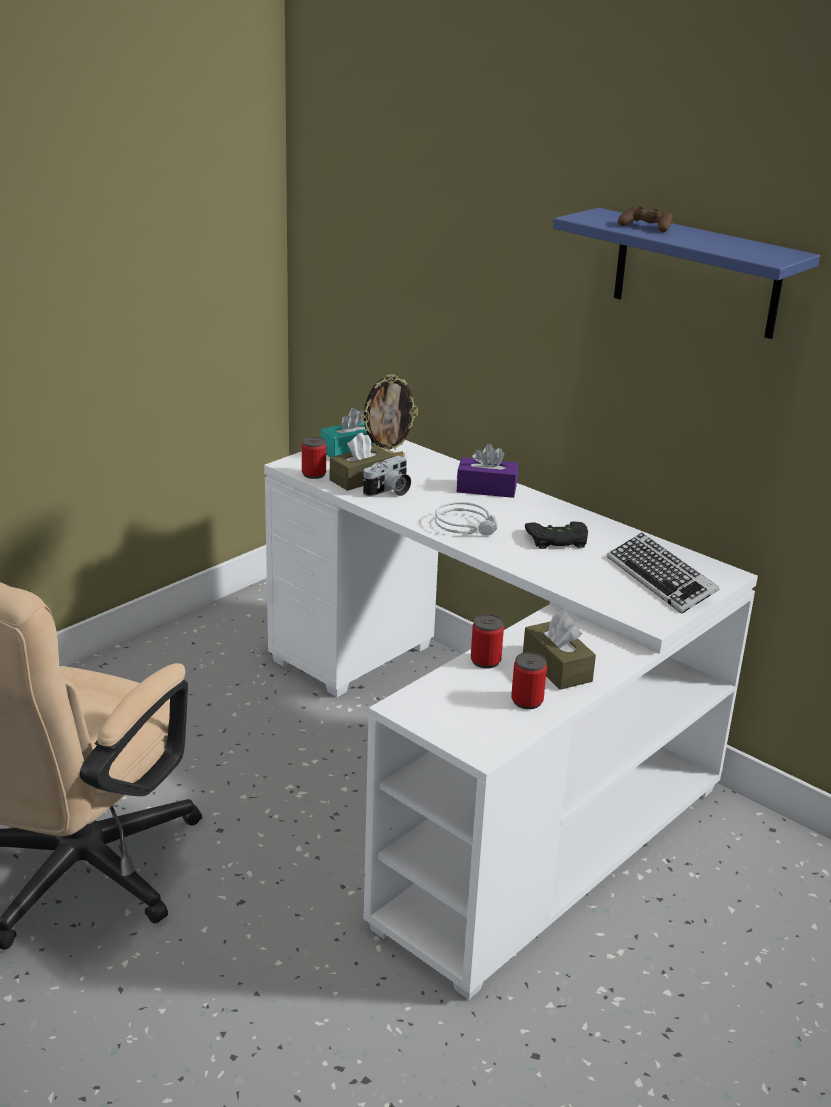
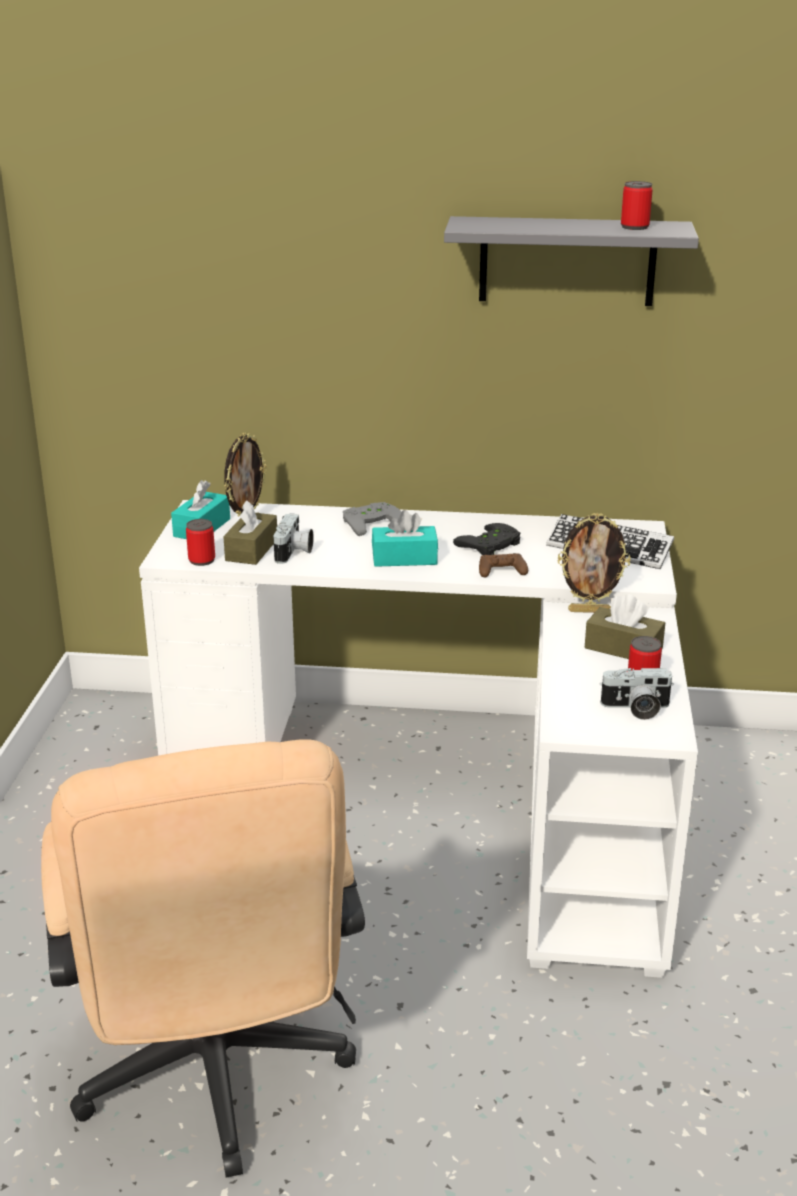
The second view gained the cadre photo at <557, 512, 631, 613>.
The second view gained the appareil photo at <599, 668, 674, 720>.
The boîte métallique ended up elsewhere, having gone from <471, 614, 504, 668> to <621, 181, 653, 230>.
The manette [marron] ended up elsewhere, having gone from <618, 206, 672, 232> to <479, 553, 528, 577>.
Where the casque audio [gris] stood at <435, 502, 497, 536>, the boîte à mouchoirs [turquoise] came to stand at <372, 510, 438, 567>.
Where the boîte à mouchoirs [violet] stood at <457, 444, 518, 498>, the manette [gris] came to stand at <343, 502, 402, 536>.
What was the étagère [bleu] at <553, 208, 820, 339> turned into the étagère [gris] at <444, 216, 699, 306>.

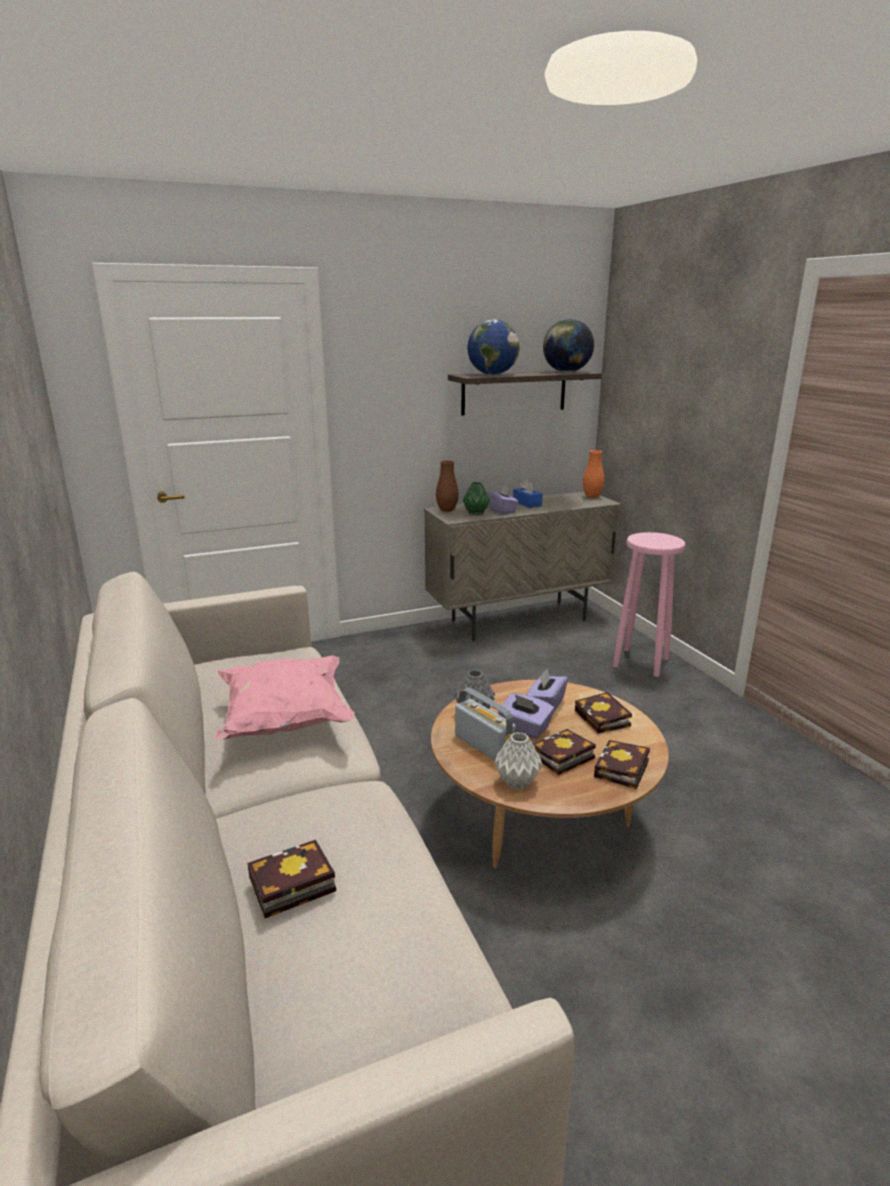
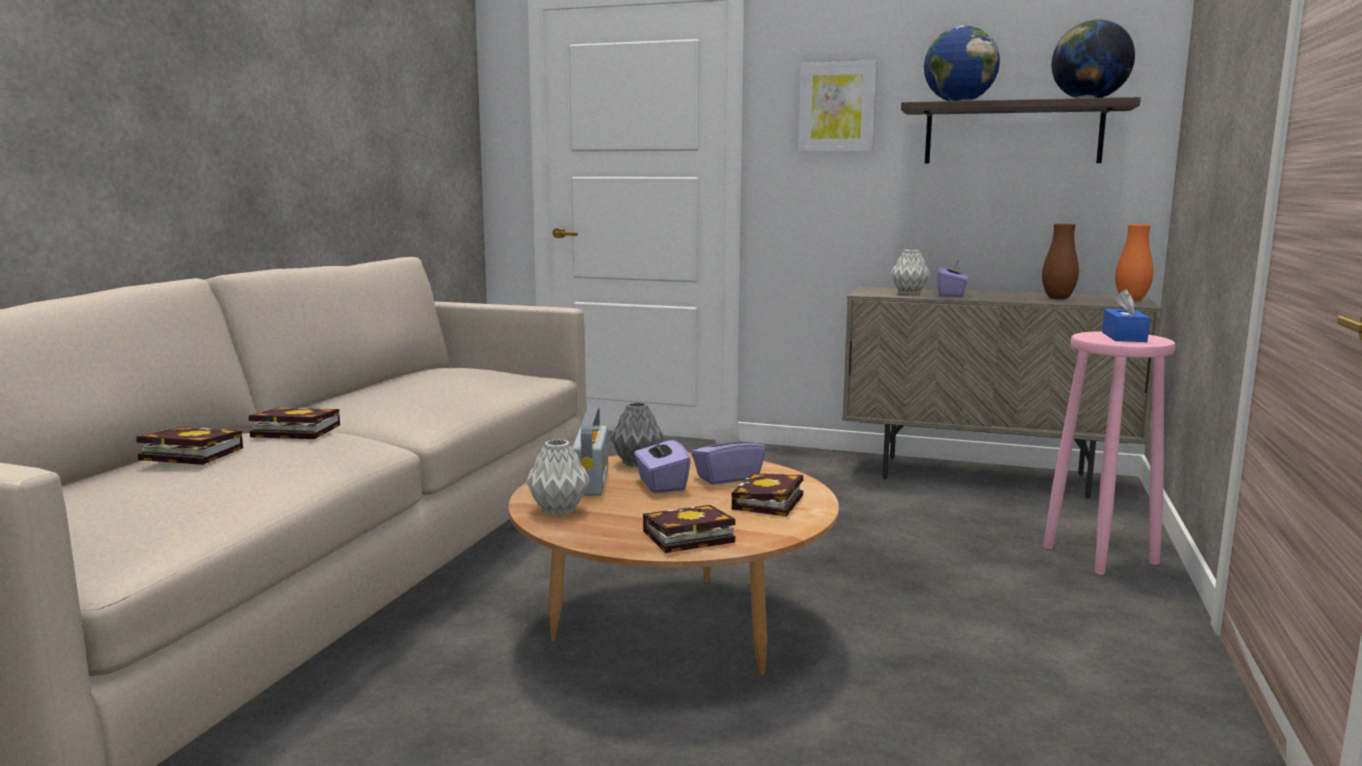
The second view lost the coussin [rose] at <214, 656, 355, 739>.
The second view gained the tableau at <798, 60, 877, 152>.
The vase [marron] ended up elsewhere, having gone from <436, 460, 459, 512> to <1042, 224, 1079, 299>.
The boîte à mouchoirs [bleu] ended up elsewhere, having gone from <513, 479, 543, 508> to <1102, 289, 1150, 342>.
The livre ended up elsewhere, having gone from <532, 729, 596, 775> to <248, 407, 340, 439>.
What was the vase [vert] at <463, 482, 490, 515> turned into the vase [gris] at <891, 249, 931, 295>.

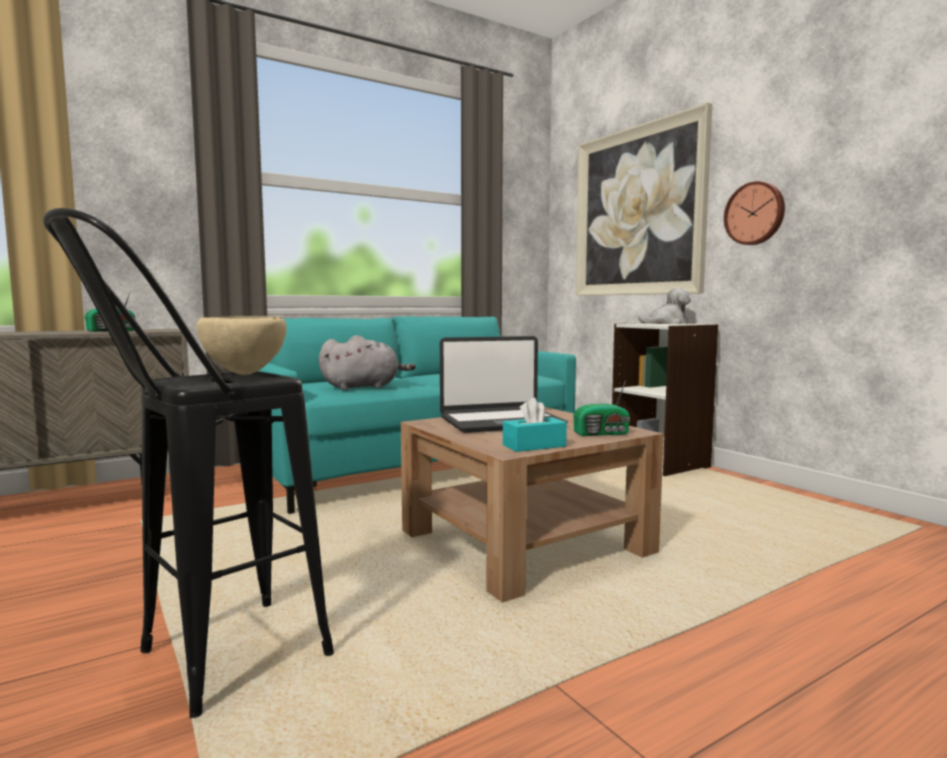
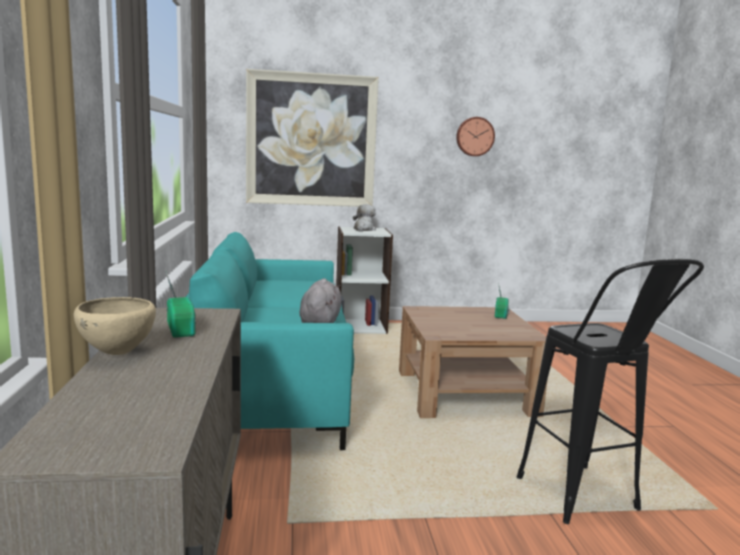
The second view lost the ordinateur portable at <440, 336, 568, 433>.
The second view lost the boîte à mouchoirs [turquoise] at <503, 398, 567, 452>.
The bol [beige] ended up elsewhere, having gone from <196, 316, 287, 375> to <74, 297, 156, 355>.
The horloge murale ended up elsewhere, having gone from <724, 181, 785, 245> to <456, 117, 495, 156>.

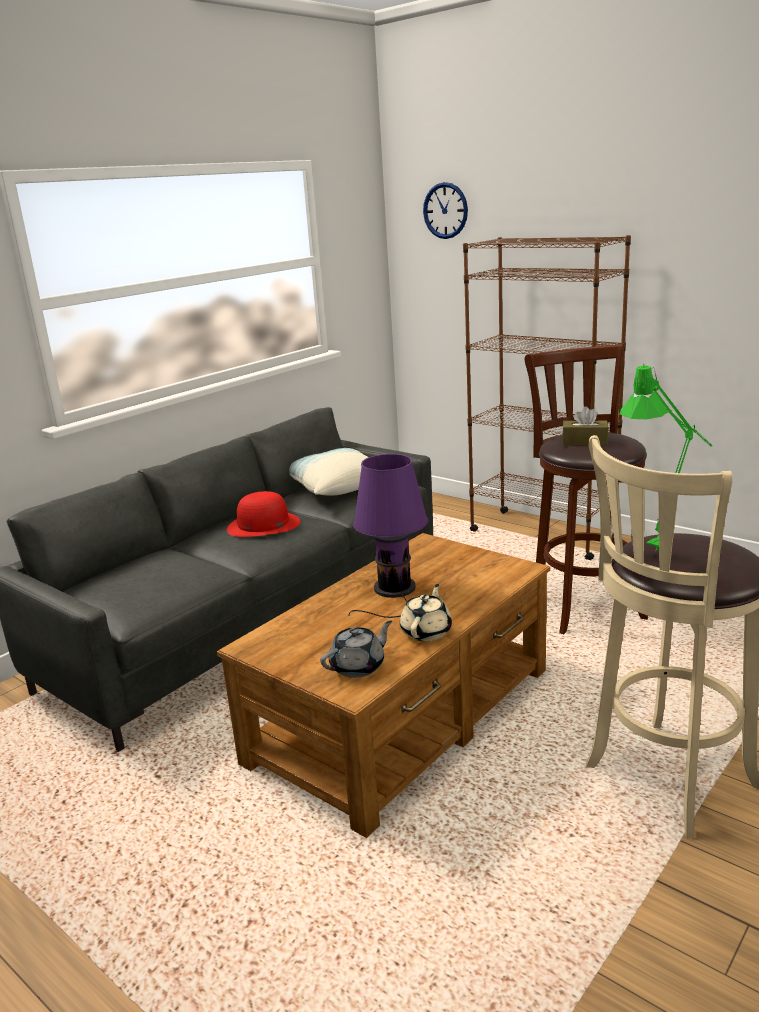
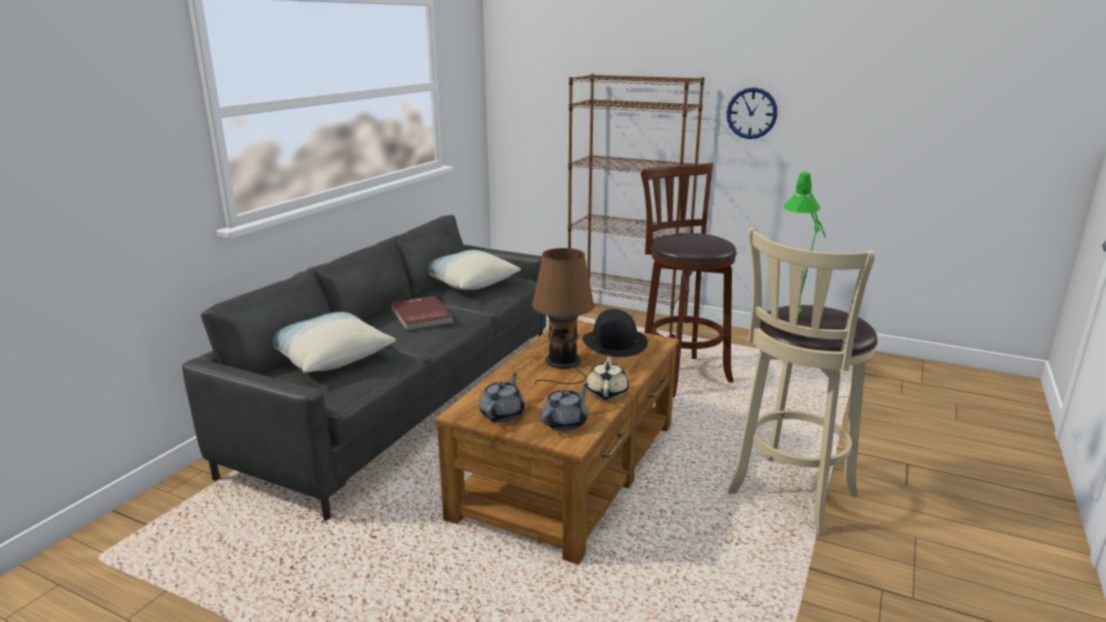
The second view lost the boîte à mouchoirs [marron] at <562, 406, 608, 446>.
The second view gained the coussin at <272, 312, 396, 373>.
The second view gained the théière [gris] at <479, 373, 525, 422>.
The second view gained the chapeau [noir] at <582, 309, 648, 357>.
The horloge murale ended up elsewhere, having gone from <423, 182, 468, 239> to <726, 87, 777, 139>.
Where the chapeau [rouge] stood at <227, 491, 300, 537>, the livre [rouge] came to stand at <391, 296, 454, 331>.
What was the lampe de table [violet] at <348, 454, 428, 618> turned into the lampe de table [marron] at <532, 248, 595, 385>.

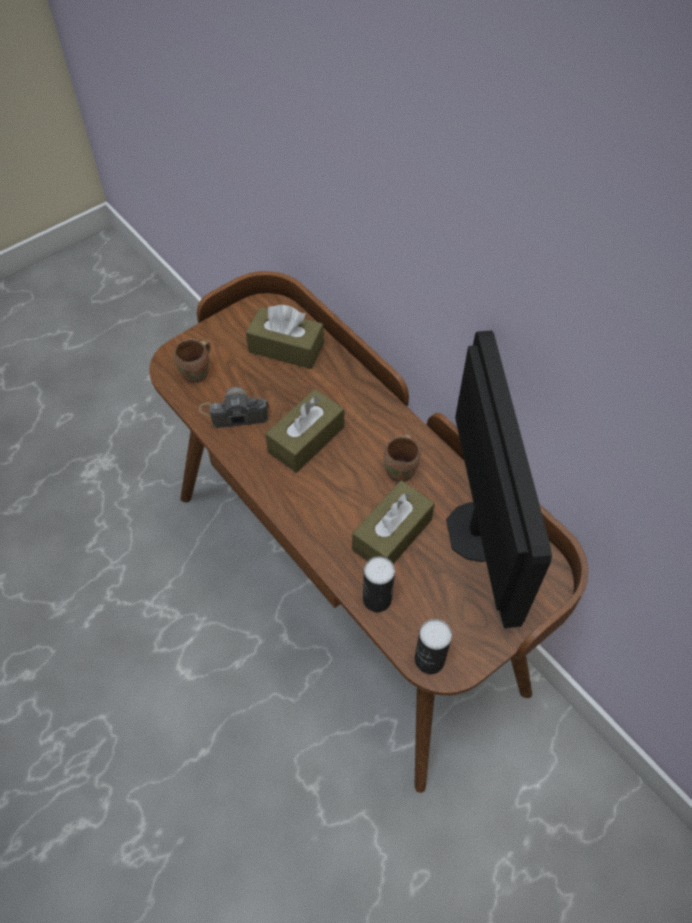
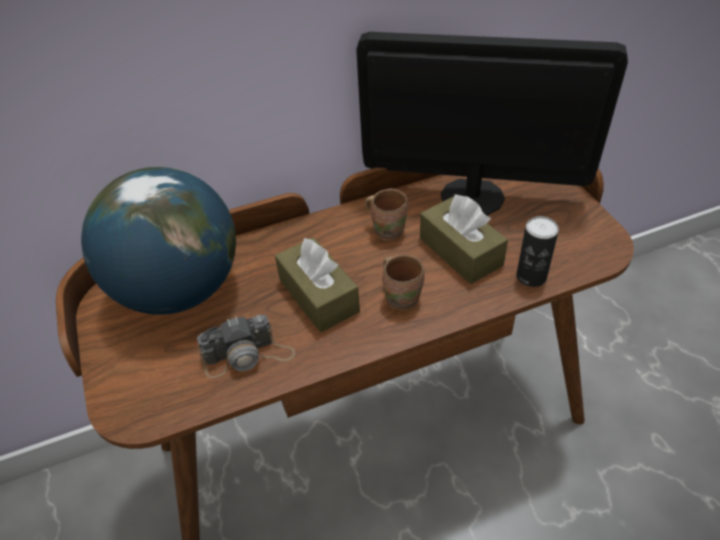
The second view lost the boîte métallique at <415, 619, 452, 674>.
The mug [marron] ended up elsewhere, having gone from <174, 339, 210, 383> to <382, 254, 425, 311>.
Where the boîte à mouchoirs [marron] stood at <246, 305, 324, 369>, the globe came to stand at <81, 167, 236, 315>.
The appareil photo at <199, 387, 269, 428> ended up facing another way, 120 degrees counterclockwise from before.

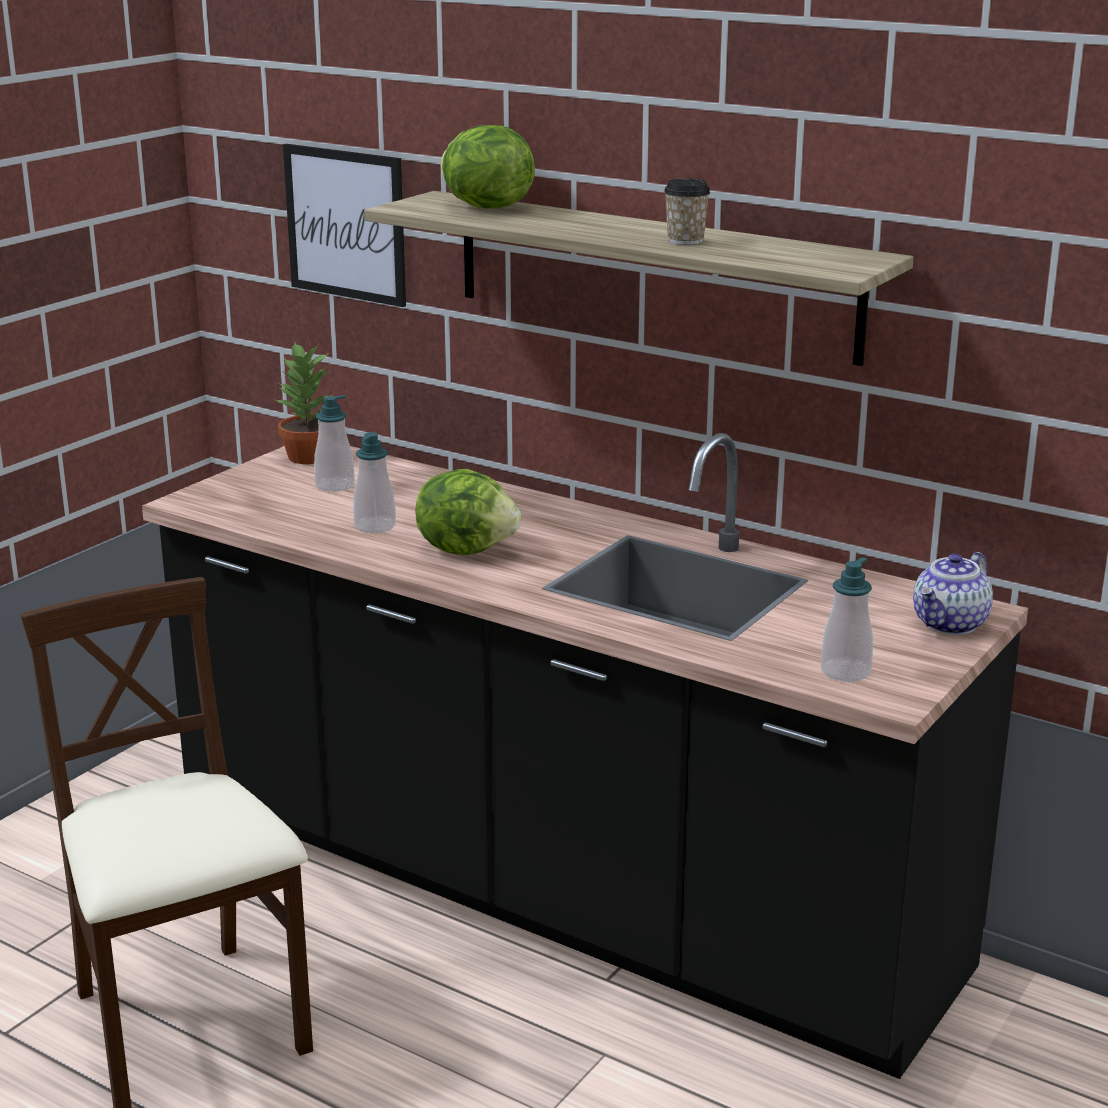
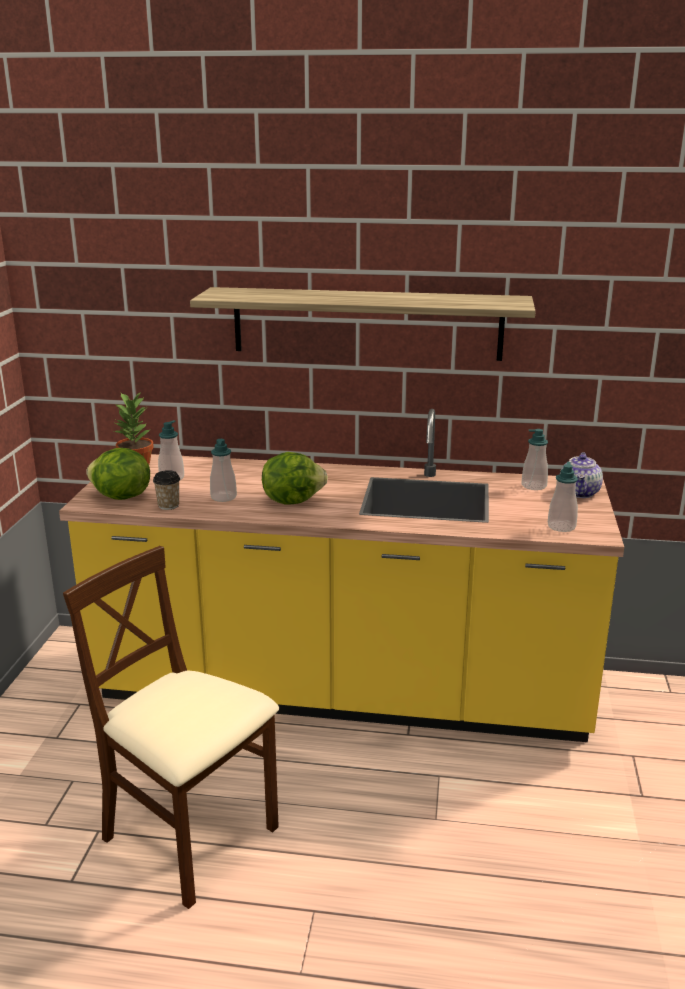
The second view lost the tableau at <283, 144, 406, 307>.
The second view gained the distributeur de savon at <522, 429, 548, 490>.
The laitue ended up elsewhere, having gone from <441, 125, 535, 209> to <86, 448, 150, 500>.
The tasse ended up elsewhere, having gone from <664, 178, 710, 245> to <153, 470, 180, 510>.
What was the comptoir de cuisine [noir] at <142, 433, 1028, 1079> turned into the comptoir de cuisine [jaune] at <59, 409, 624, 742>.

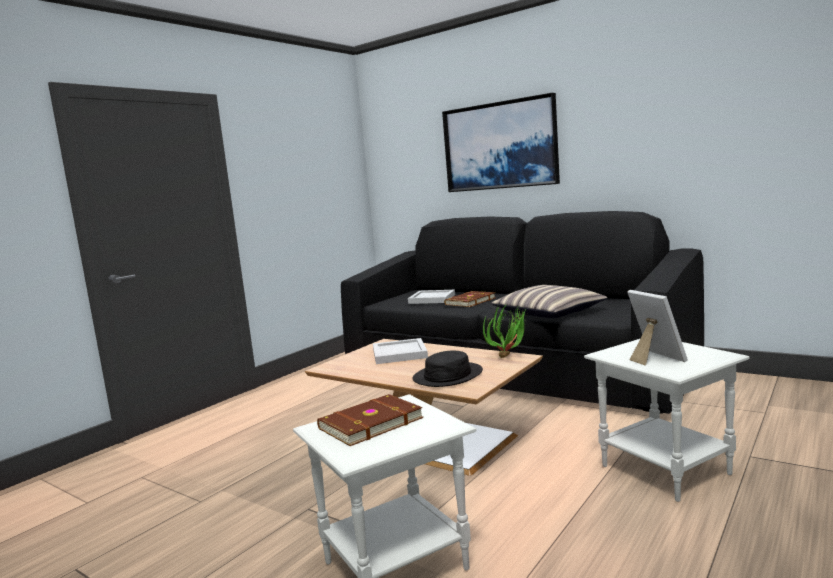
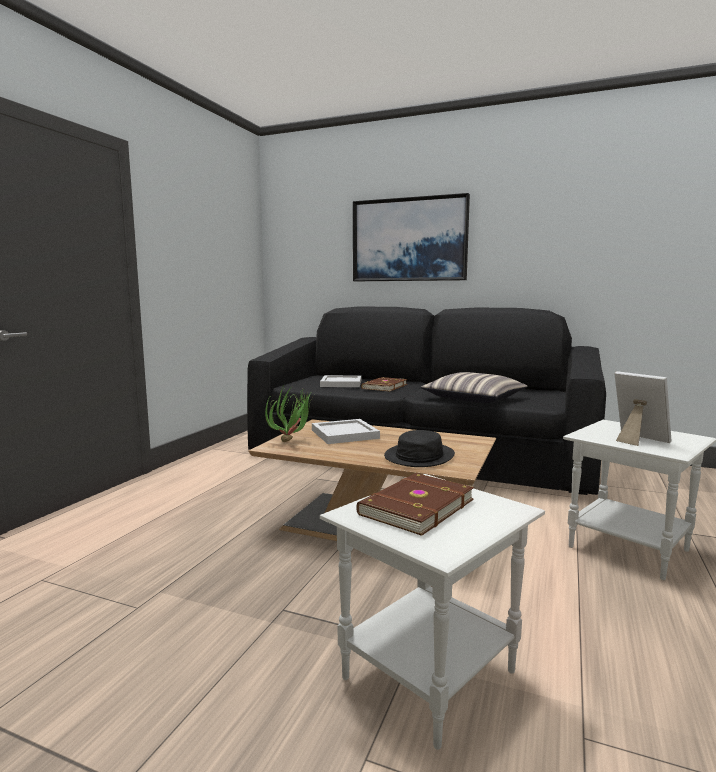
The plante en pot ended up elsewhere, having gone from <483, 302, 526, 358> to <265, 384, 314, 442>.

